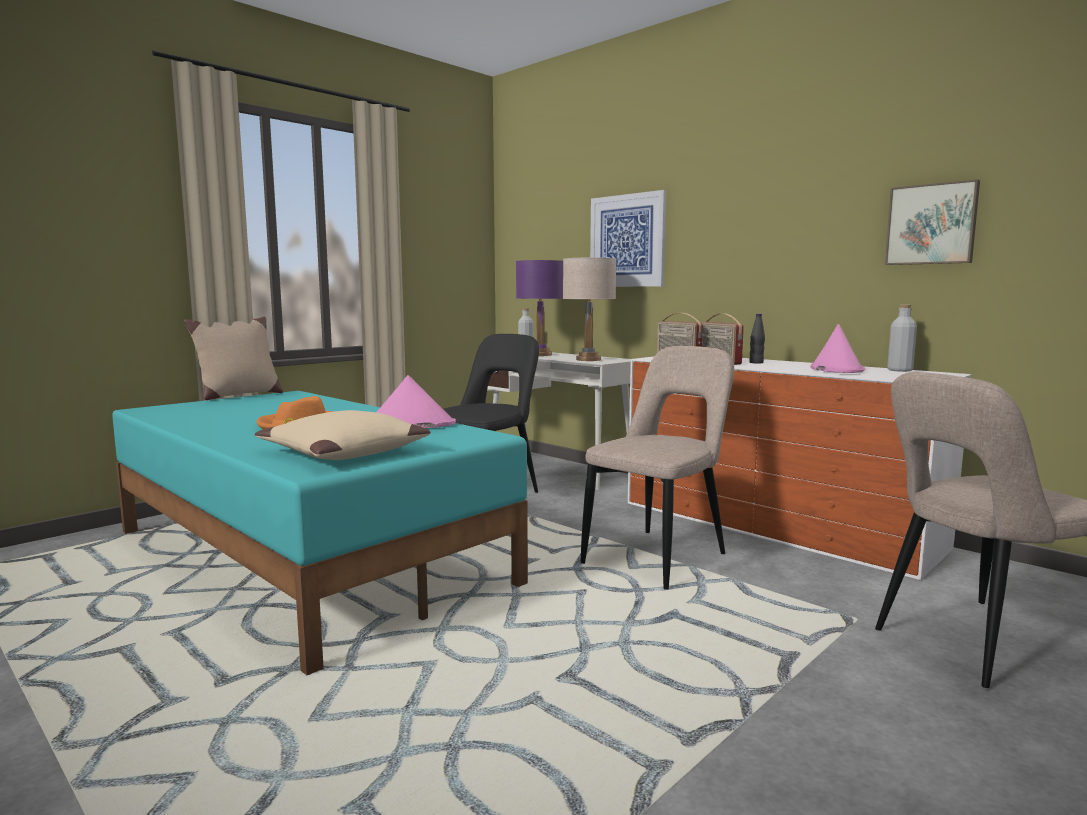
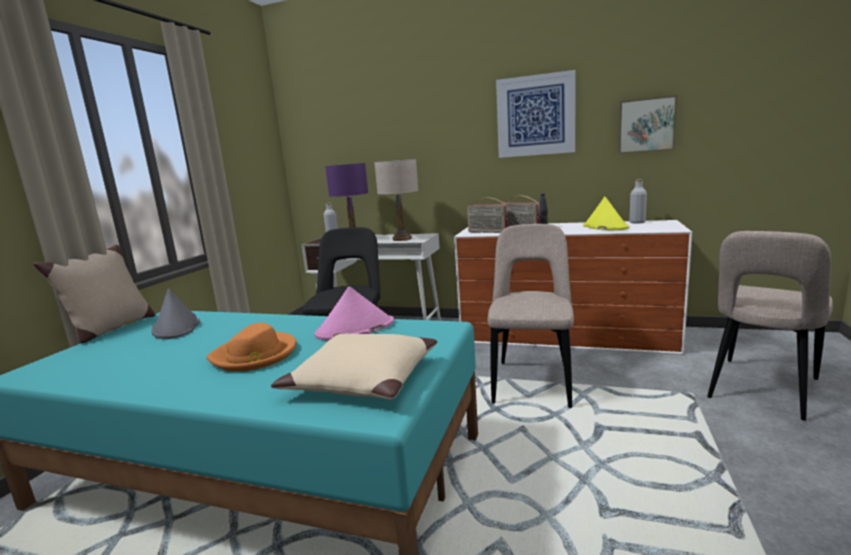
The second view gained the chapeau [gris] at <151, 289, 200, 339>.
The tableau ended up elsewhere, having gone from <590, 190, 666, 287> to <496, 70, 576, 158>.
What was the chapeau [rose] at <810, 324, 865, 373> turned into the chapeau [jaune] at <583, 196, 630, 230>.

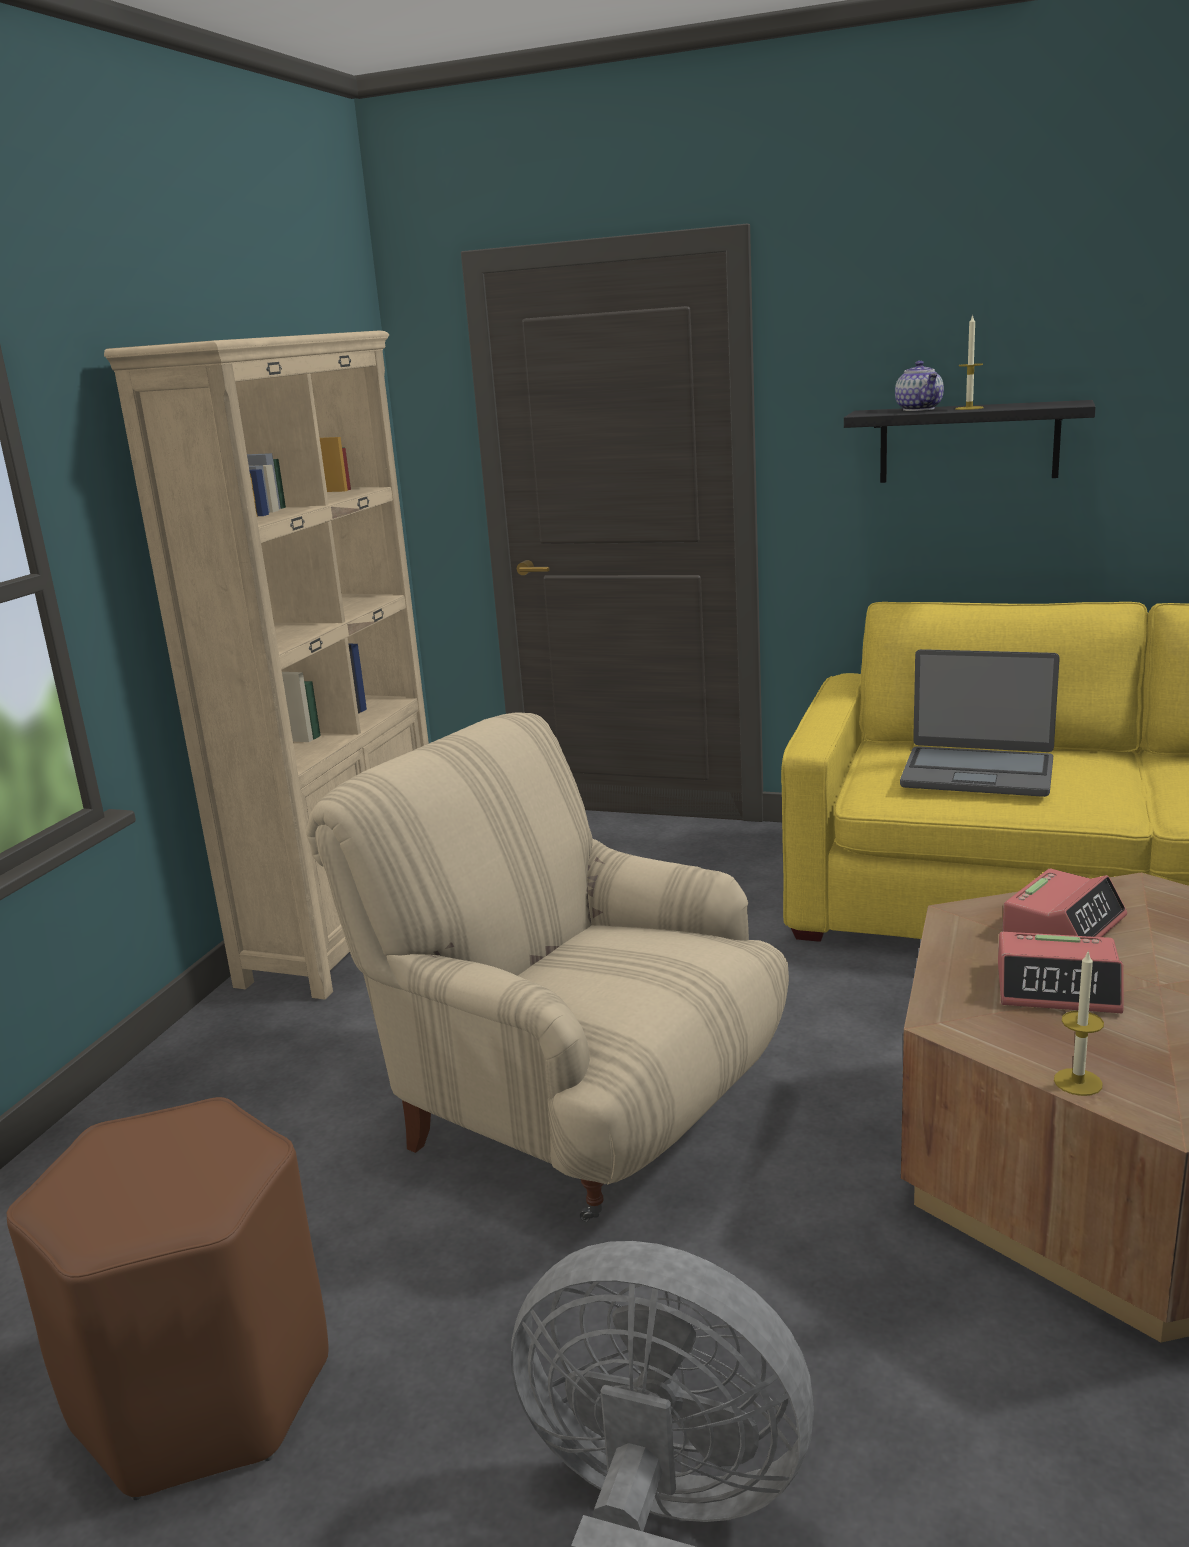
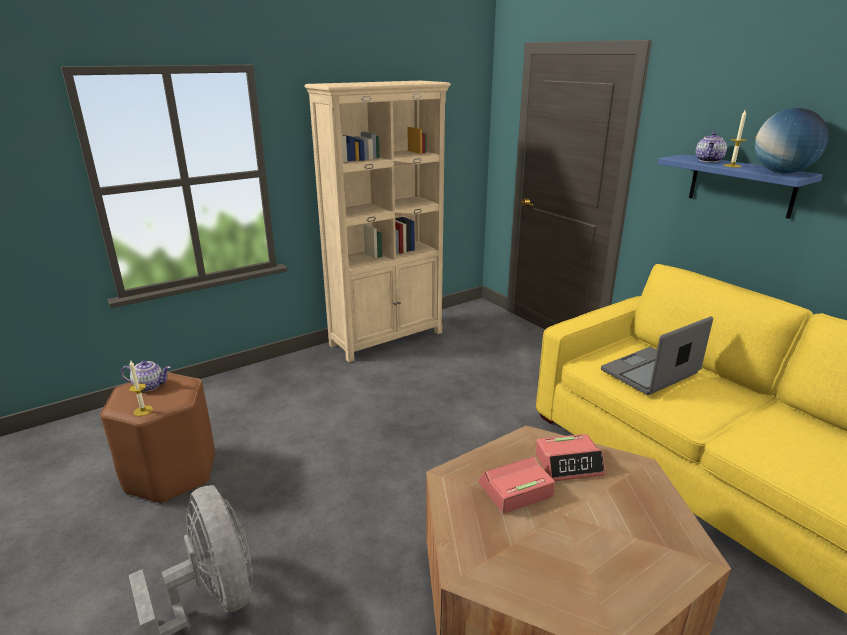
The second view lost the fauteuil [beige] at <306, 712, 789, 1222>.
The second view gained the théière at <121, 360, 171, 392>.
The second view gained the globe at <755, 108, 829, 173>.
The bougie ended up elsewhere, having gone from <1054, 950, 1104, 1096> to <129, 361, 153, 416>.
What was the étagère [noir] at <844, 400, 1096, 483> turned into the étagère [bleu] at <658, 154, 823, 219>.
The ordinateur portable at <900, 649, 1060, 797> ended up facing another way, 90 degrees clockwise from before.
The réveil at <998, 932, 1124, 1013> ended up facing another way, 105 degrees clockwise from before.

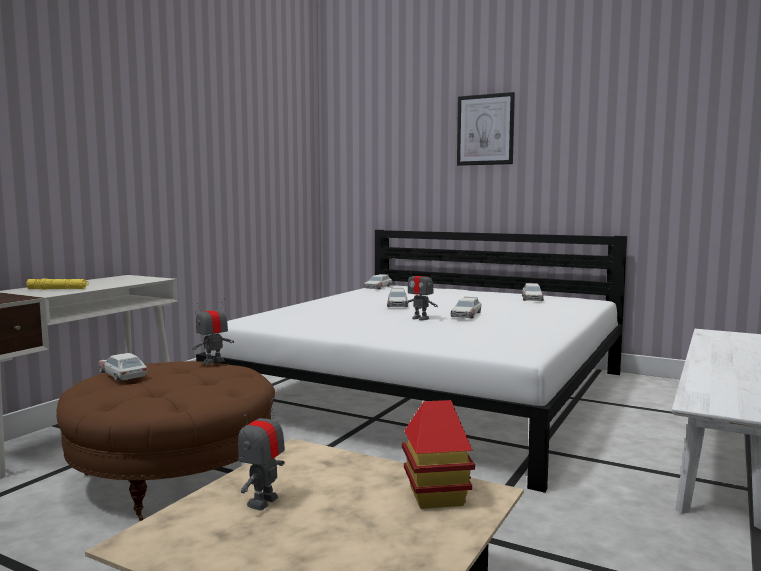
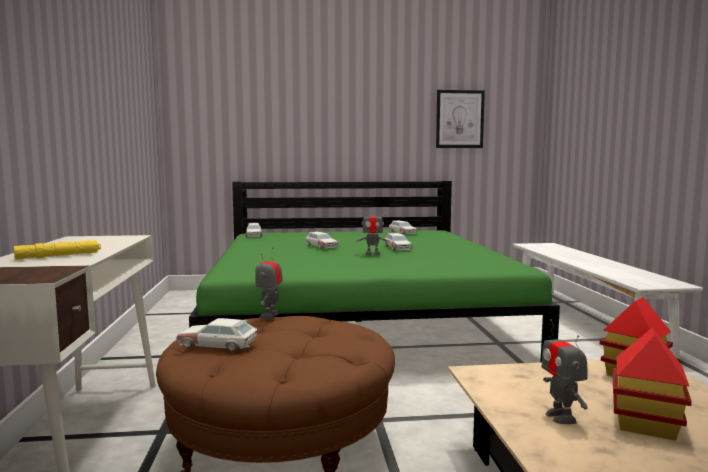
The second view gained the maison miniature at <613, 328, 692, 441>.
The tableau ended up elsewhere, having gone from <457, 92, 515, 166> to <436, 90, 485, 148>.
What was the lit [blanc] at <196, 230, 627, 493> turned into the lit [vert] at <189, 181, 560, 362>.

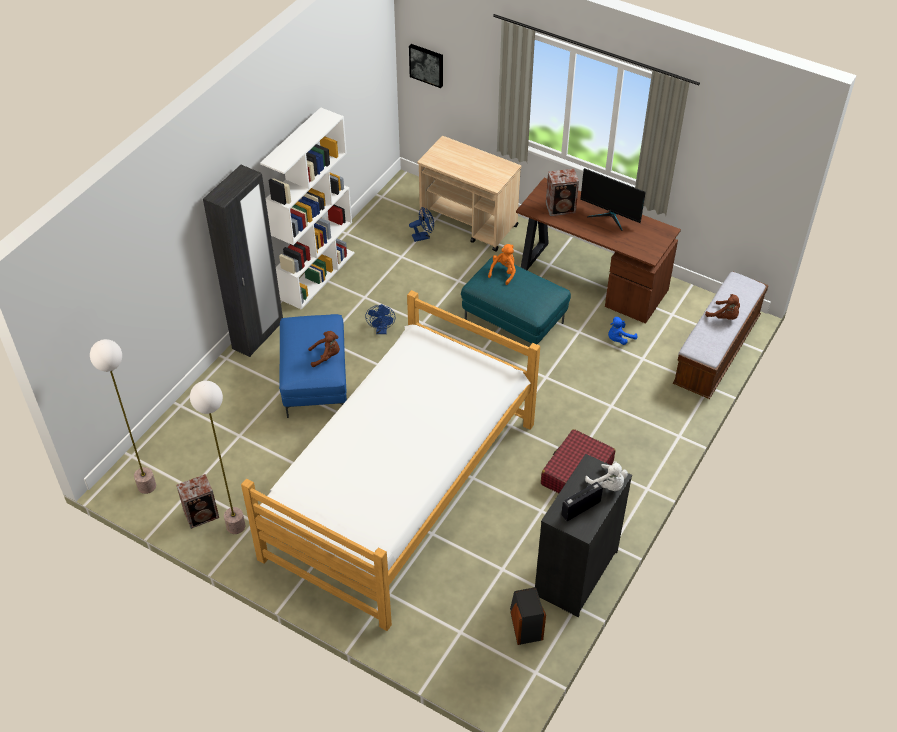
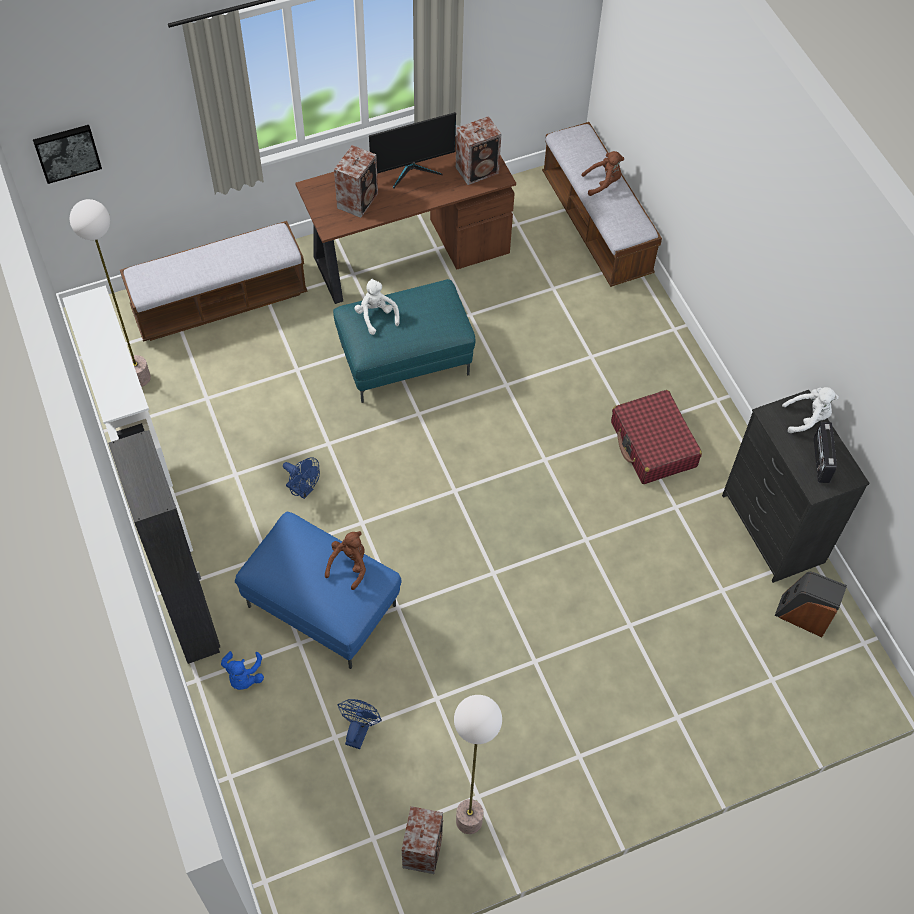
The second view lost the lit at <241, 290, 540, 631>.
The second view gained the enceinte at <456, 116, 501, 185>.
The lampadaire ended up elsewhere, having gone from <90, 339, 156, 494> to <70, 199, 151, 387>.
The ventilateur [bleu] ended up elsewhere, having gone from <409, 207, 434, 242> to <338, 699, 382, 749>.
The peluche [bleu] ended up elsewhere, having gone from <608, 317, 638, 345> to <221, 651, 264, 690>.
Where the chariot [beige] stood at <418, 136, 521, 251>, the banc came to stand at <120, 221, 307, 342>.
What was the peluche [orange] at <488, 244, 516, 285> turned into the peluche [blanc] at <354, 278, 400, 335>.

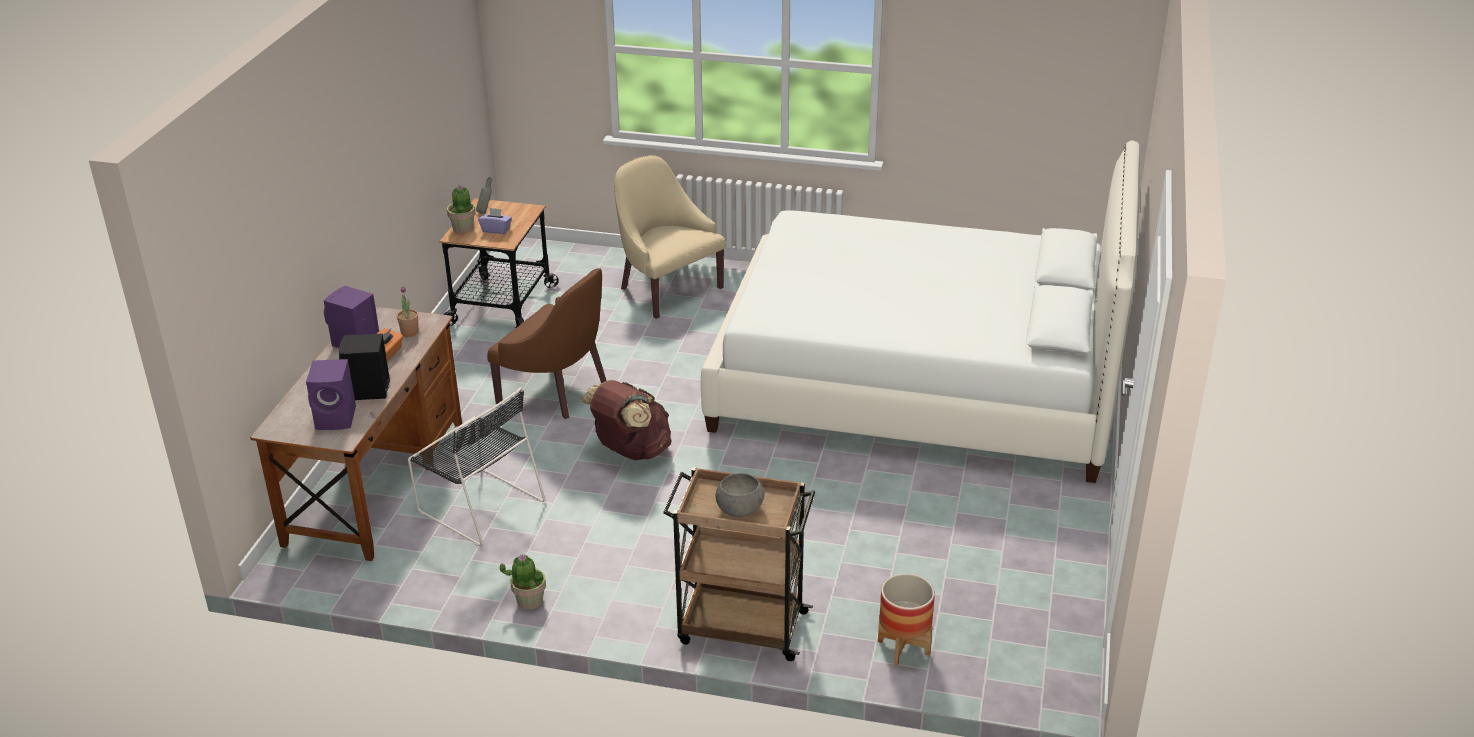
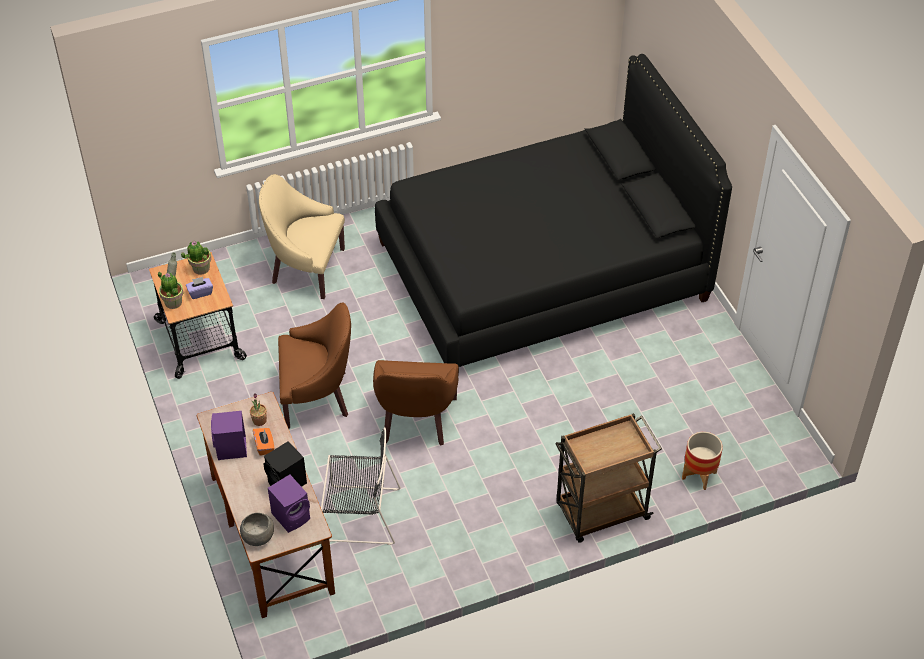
The plante en pot ended up elsewhere, having gone from <500, 554, 546, 610> to <181, 241, 211, 275>.
The bol [gris] ended up elsewhere, having gone from <716, 473, 764, 517> to <240, 513, 274, 546>.
Where the sac à dos [marron] stood at <580, 380, 672, 460>, the fauteuil [marron] came to stand at <373, 360, 459, 446>.
What was the lit [blanc] at <701, 141, 1140, 483> turned into the lit [noir] at <375, 54, 732, 367>.

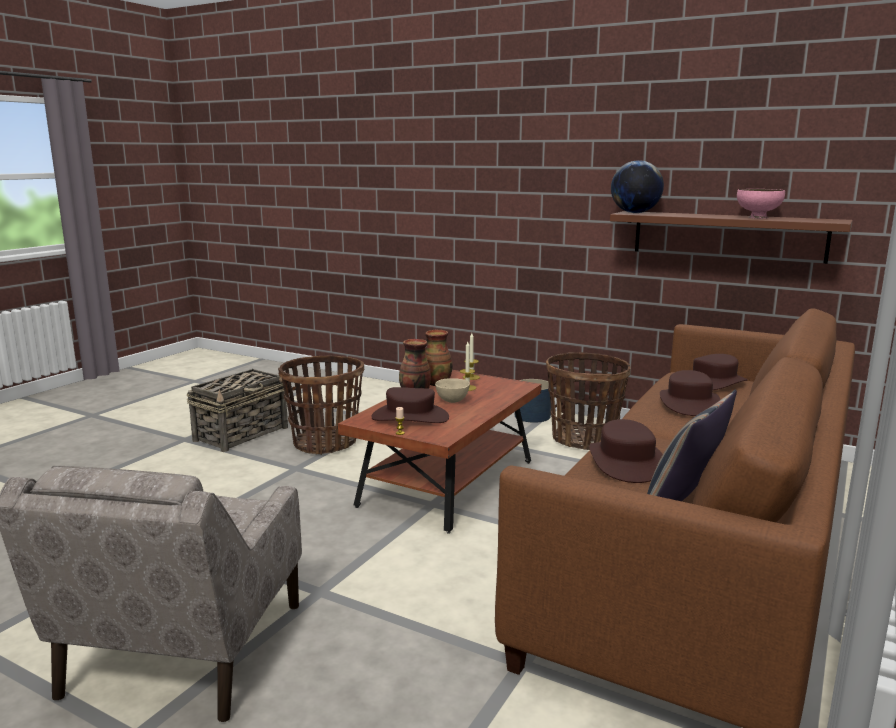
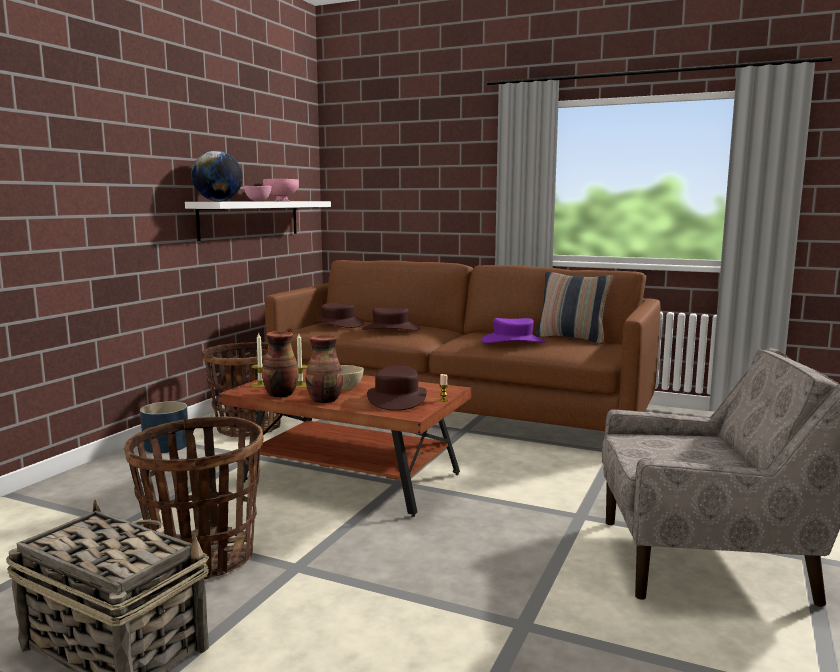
The second view gained the bol [rose] at <243, 186, 272, 201>.
What was the chapeau [marron] at <589, 419, 663, 483> turned into the chapeau [violet] at <481, 318, 545, 343>.
What was the étagère [marron] at <610, 211, 853, 264> turned into the étagère [blanc] at <185, 201, 331, 241>.

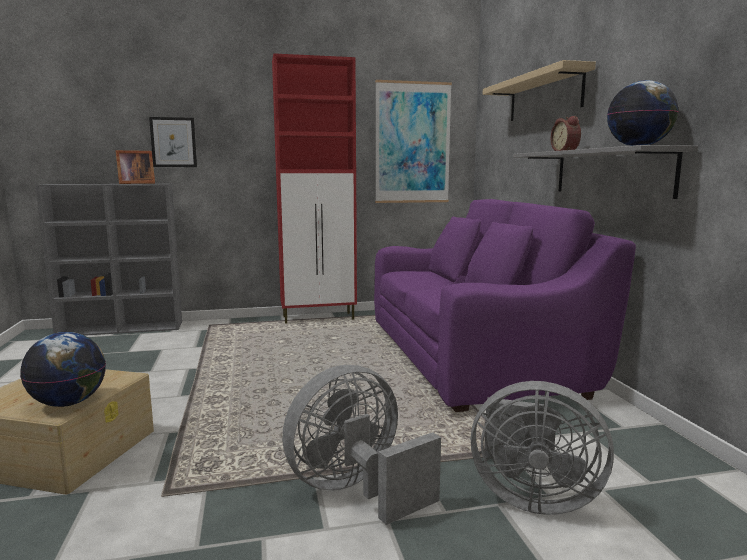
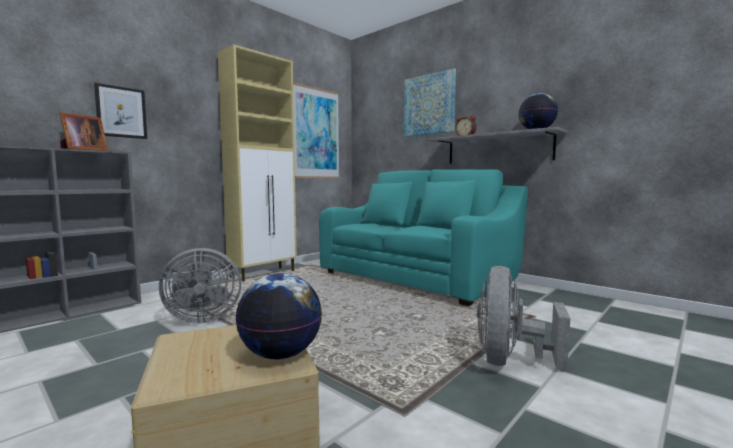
The ventilateur [gris] ended up elsewhere, having gone from <471, 381, 614, 515> to <159, 248, 241, 324>.
Where the étagère [beige] hung at <483, 60, 596, 121>, the tableau came to hang at <404, 69, 456, 136>.
What was the meuble de rangement [rouge] at <272, 53, 357, 324> turned into the meuble de rangement [beige] at <218, 44, 297, 281>.
What was the canapé [violet] at <374, 199, 636, 412> turned into the canapé [turquoise] at <319, 169, 528, 306>.

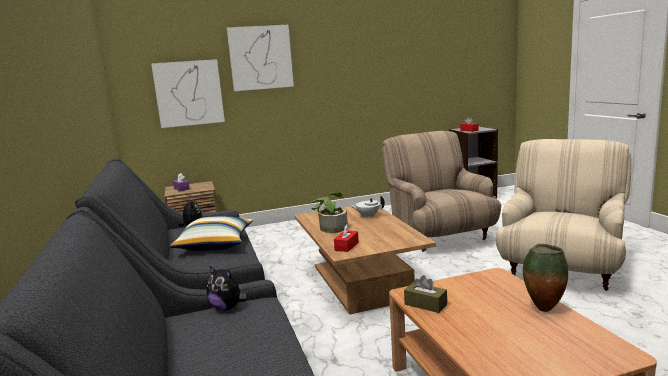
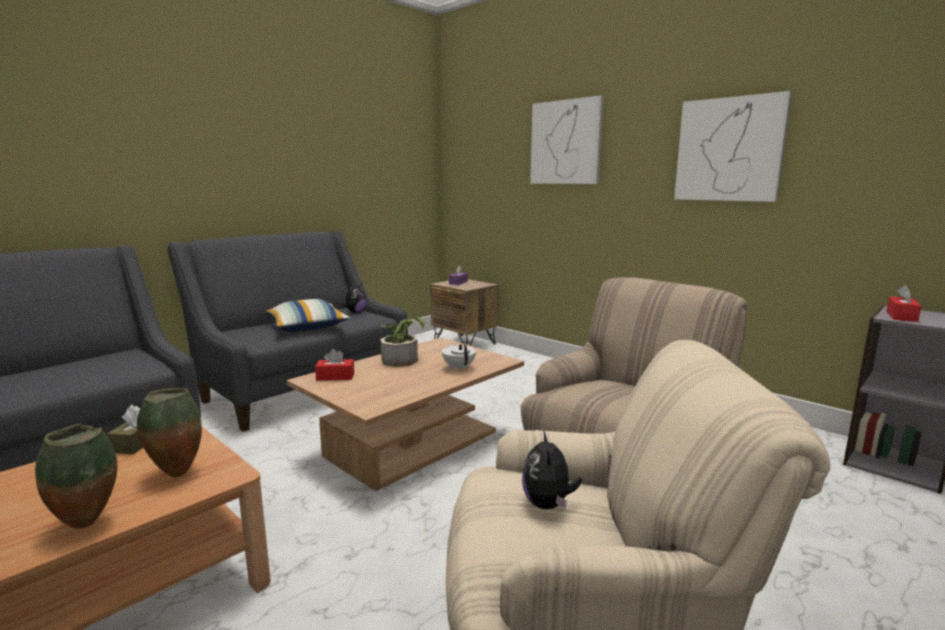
The second view gained the vase at <137, 388, 202, 477>.
The tableau ended up elsewhere, having gone from <151, 59, 225, 128> to <674, 91, 792, 202>.
The peluche ended up elsewhere, having gone from <207, 266, 246, 310> to <522, 430, 582, 509>.

